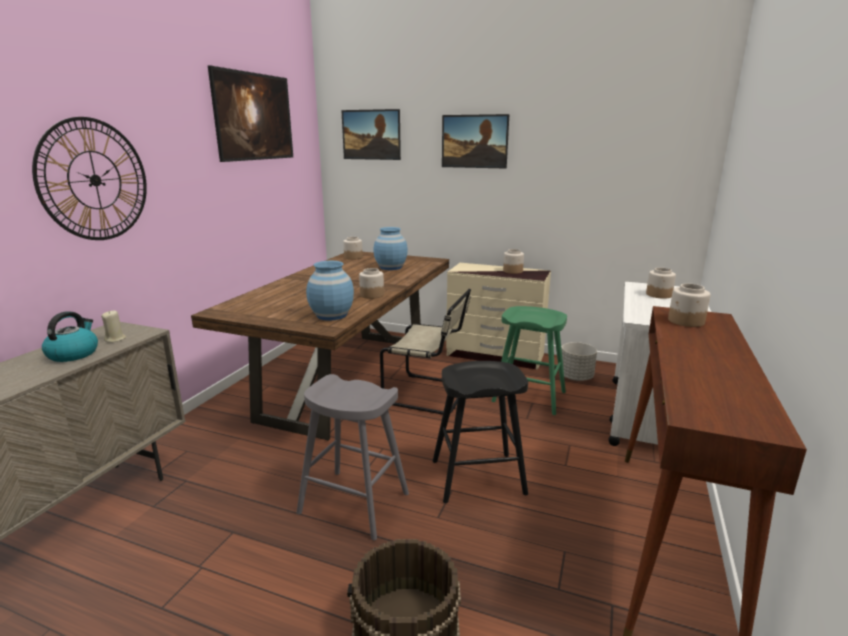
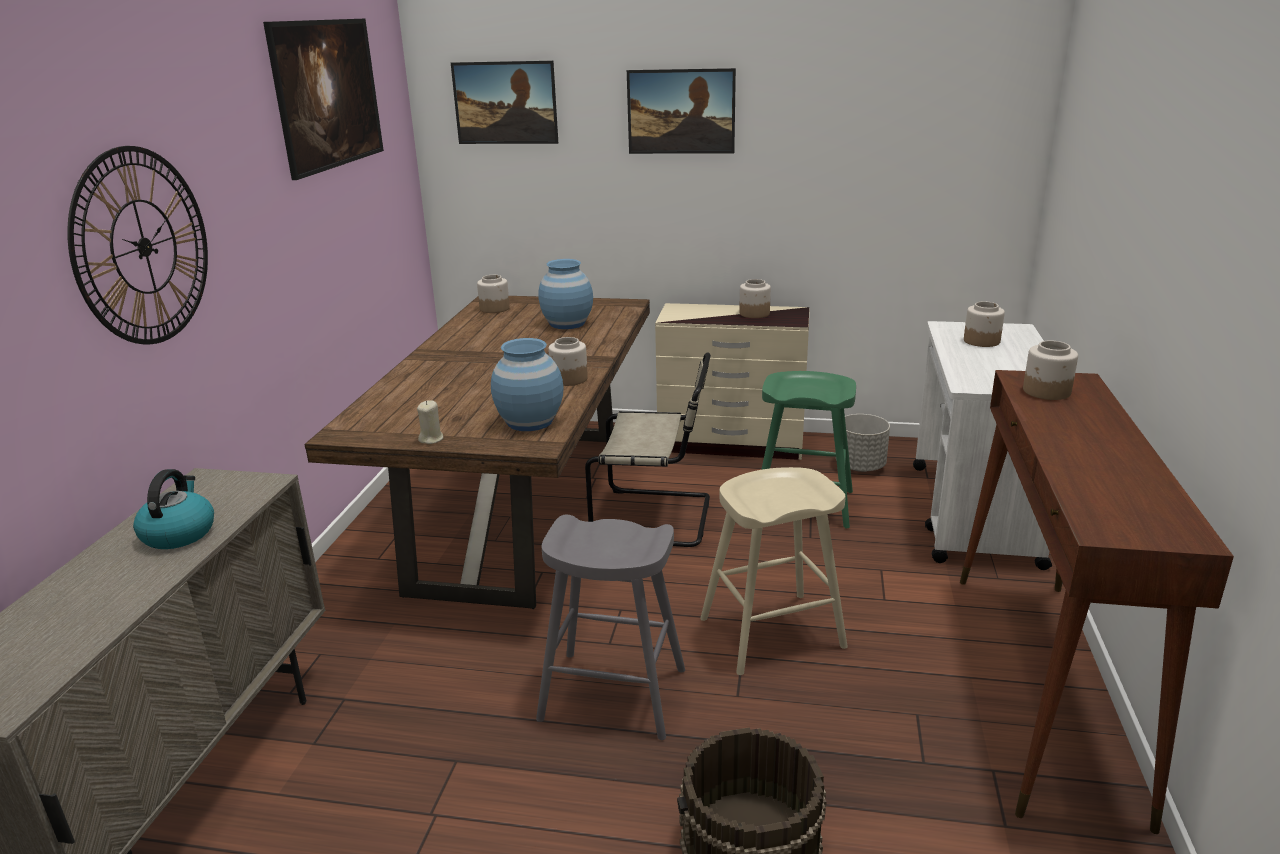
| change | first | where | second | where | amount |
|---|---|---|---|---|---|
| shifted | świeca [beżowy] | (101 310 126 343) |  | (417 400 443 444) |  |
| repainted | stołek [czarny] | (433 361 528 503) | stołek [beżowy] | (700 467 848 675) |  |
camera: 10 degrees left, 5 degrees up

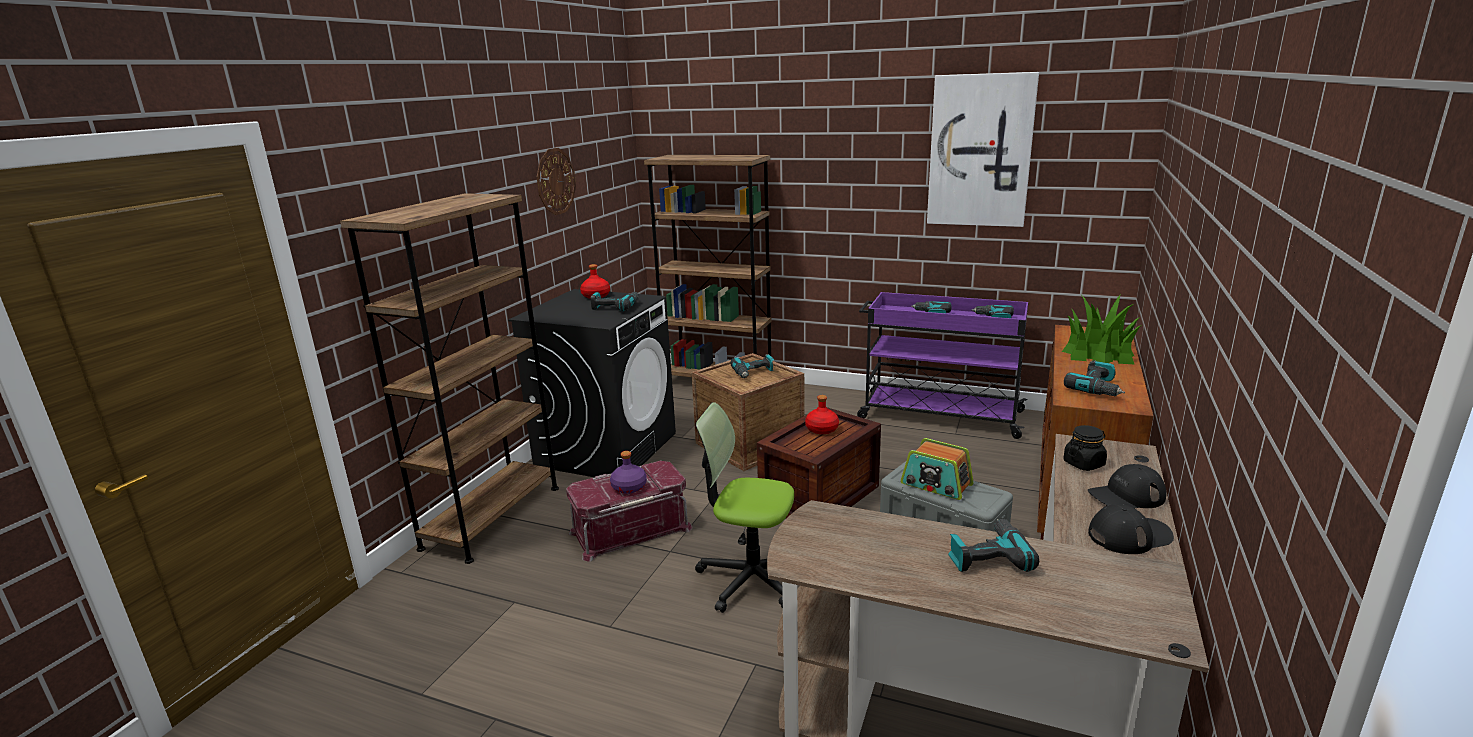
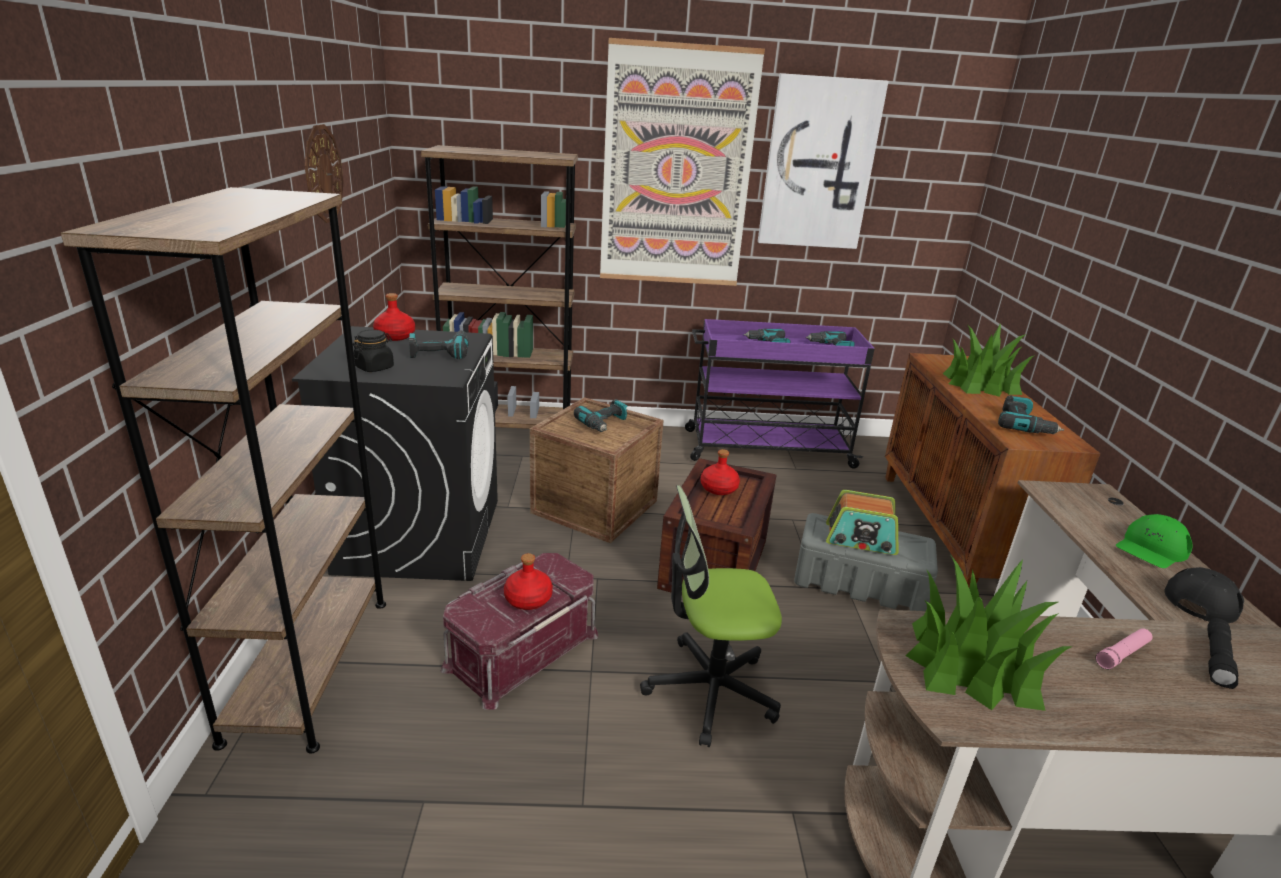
| change | first | where | second | where | amount |
|---|---|---|---|---|---|
| repainted | butelka [fioletowy] | (610 451 647 494) | butelka [czerwony] | (504 553 553 610) |  |
| swapped | wiertarka | (948 519 1039 572) | latarka [różowy] | (1095 628 1153 669) |  |
| shifted | słoik [czarny] | (1063 425 1107 471) |  | (353 330 394 372) |  |
| repainted | czapka z daszkiem [czarny] | (1088 464 1166 508) | czapka z daszkiem [zielony] | (1116 514 1192 568) |  |
| new |  |  | obraz | (600 38 765 286) |  |
| new |  |  | roślina doniczkowa | (906 556 1073 711) |  |
| new |  |  | latarka [czarny] | (1207 618 1238 689) |  |
camera: 25 degrees left, 5 degrees up

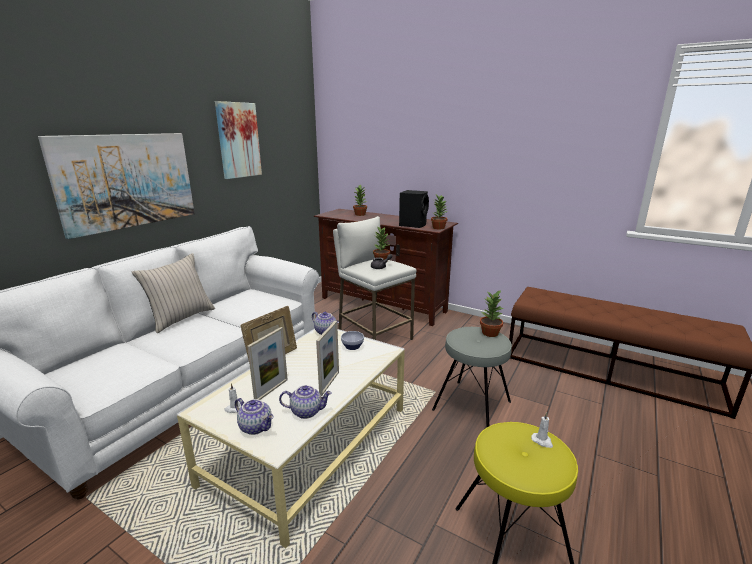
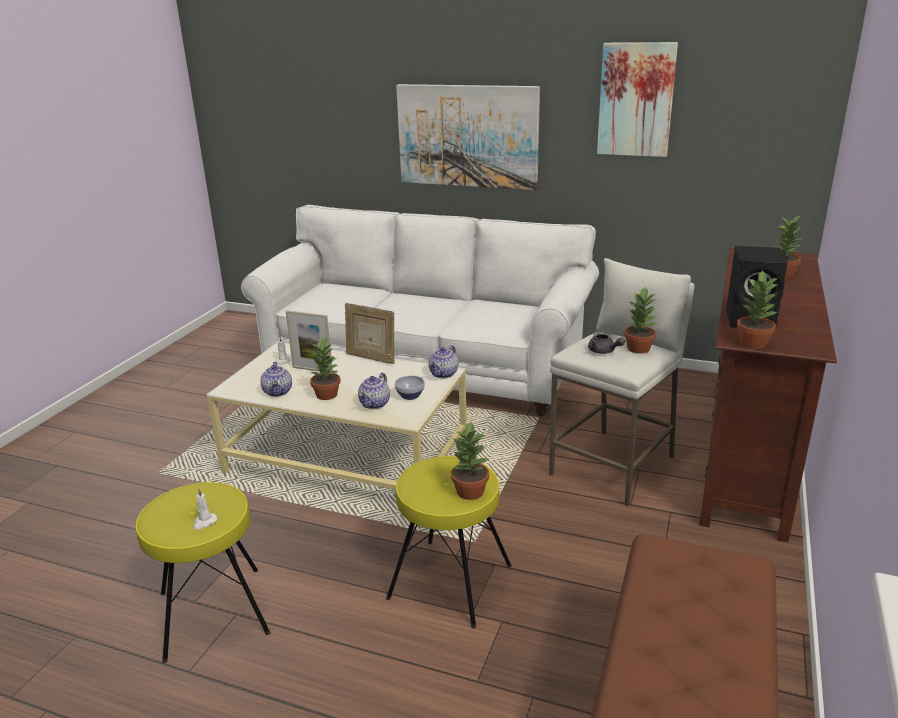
| change | first | where | second | where | amount |
|---|---|---|---|---|---|
| gone | poduszka [beżowy] | (132 253 215 333) |  |  |  |
| shifted | imbryk | (235 398 274 435) |  | (358 373 390 409) |  |
| swapped | ramka na zdjęcie | (316 321 339 396) | roślina doniczkowa | (310 336 341 400) |  |
| repainted | stołek [szary] | (432 327 512 427) | stołek [żółty] | (386 456 512 628) |  |
camera: 80 degrees right, 5 degrees up

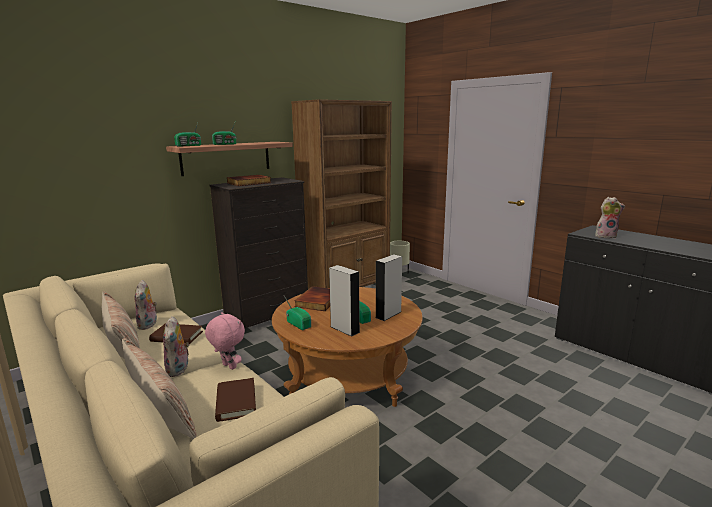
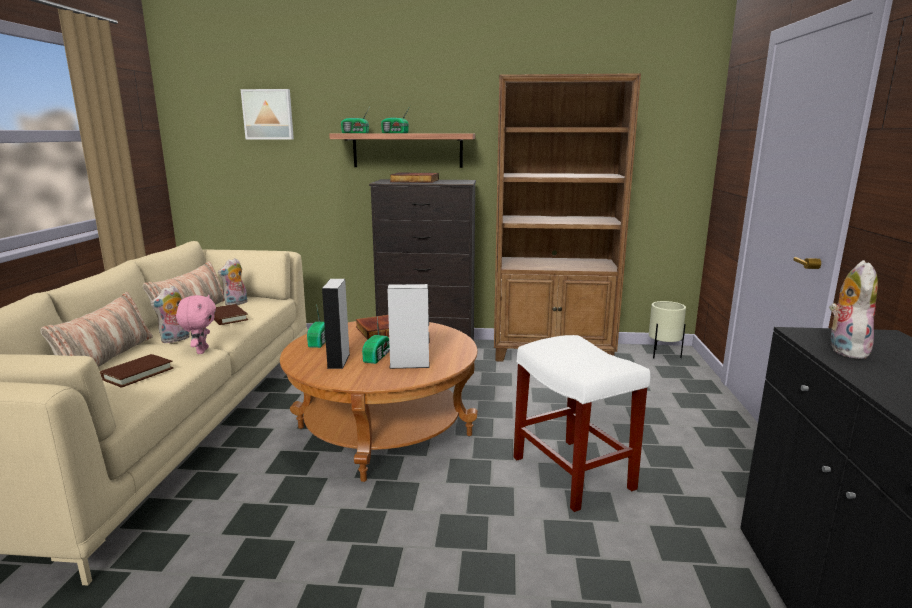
| change | first | where | second | where | amount |
|---|---|---|---|---|---|
| rotated | pluszak | (595 197 625 238) |  | (829 260 878 359) | 120 degrees counterclockwise |
| new |  |  | obraz | (241 89 294 140) |  |
| new |  |  | stołek [biały] | (513 335 650 512) |  |
camera: 45 degrees right, 0 degrees up

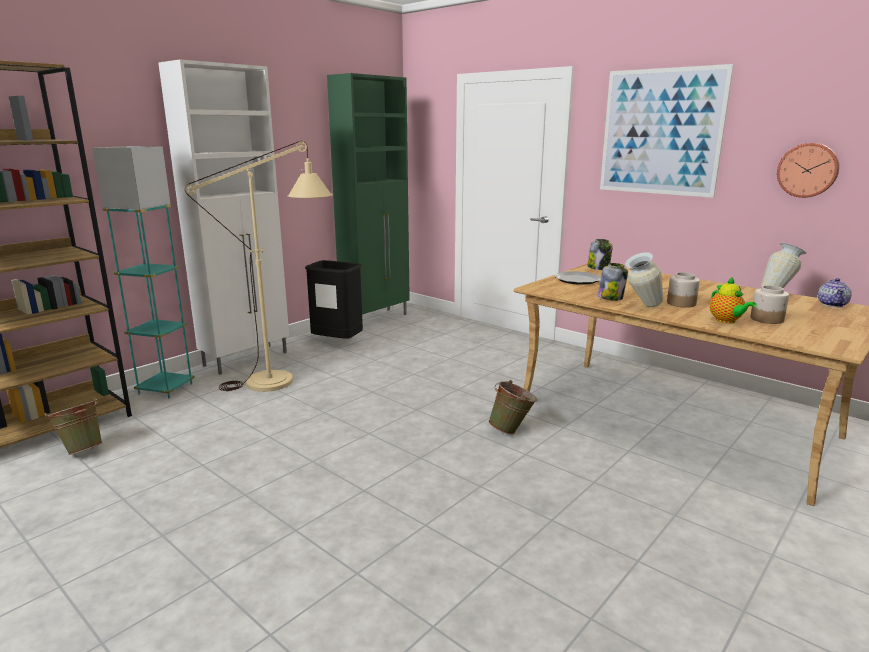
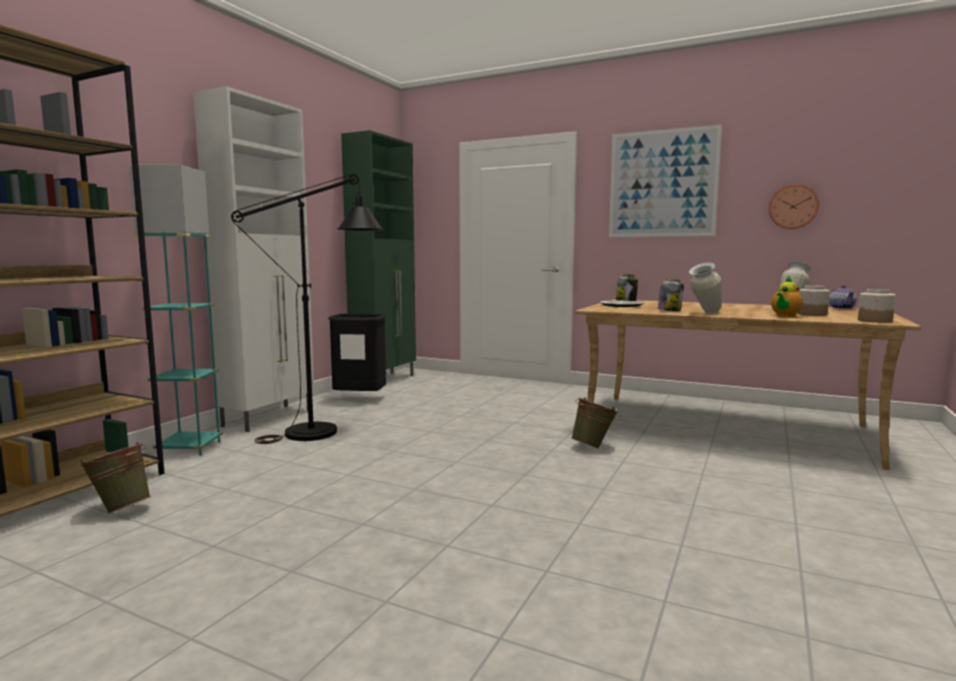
| change | first | where | second | where | amount |
|---|---|---|---|---|---|
| repainted | lampa stojąca [beżowy] | (185 141 333 392) | lampa stojąca [czarny] | (231 174 383 444) |  |
| shifted | słoik | (667 272 700 308) |  | (858 289 895 323) |  |
| rotated | imbryk | (710 277 757 323) |  | (771 276 803 317) | 75 degrees clockwise |
camera: 15 degrees left, 10 degrees down

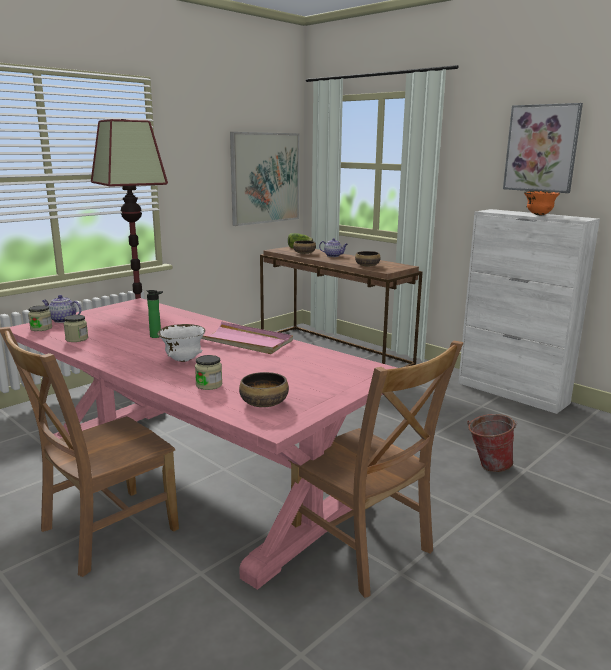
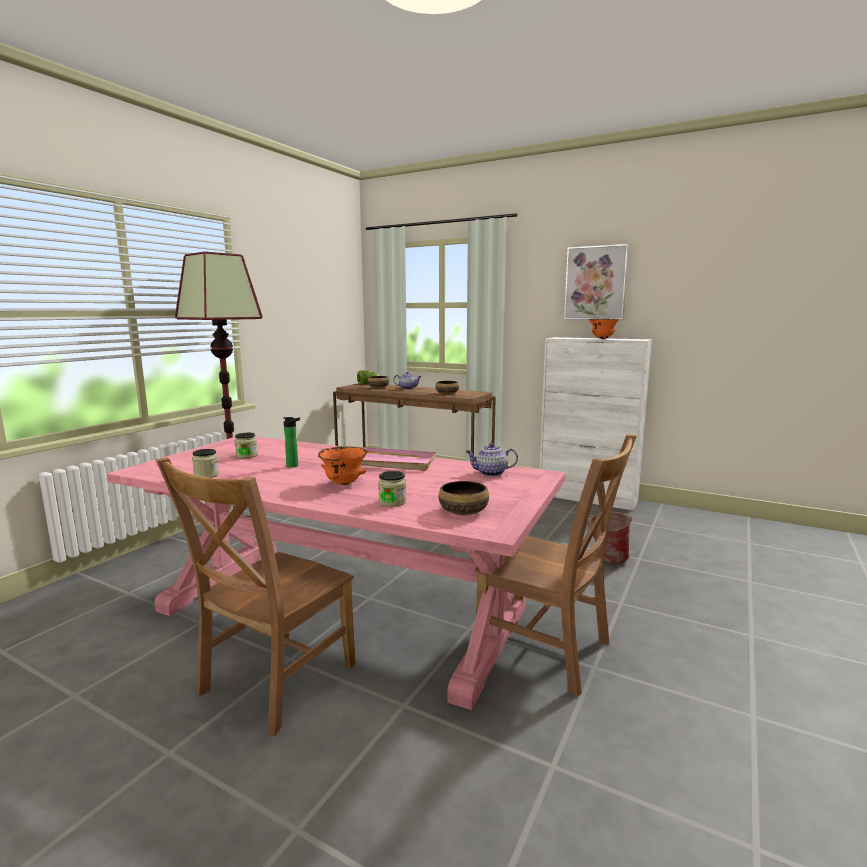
| change | first | where | second | where | amount |
|---|---|---|---|---|---|
| shifted | słoik | (28 305 52 331) |  | (235 433 258 459) |  |
| shifted | imbryk | (42 295 81 323) |  | (466 443 518 476) |  |
| repainted | miska [biały] | (157 324 206 362) | miska [pomarańczowy] | (318 446 367 485) |  |
| gone | obraz | (230 132 299 226) |  |  |  |
camera: 15 degrees left, 5 degrees down

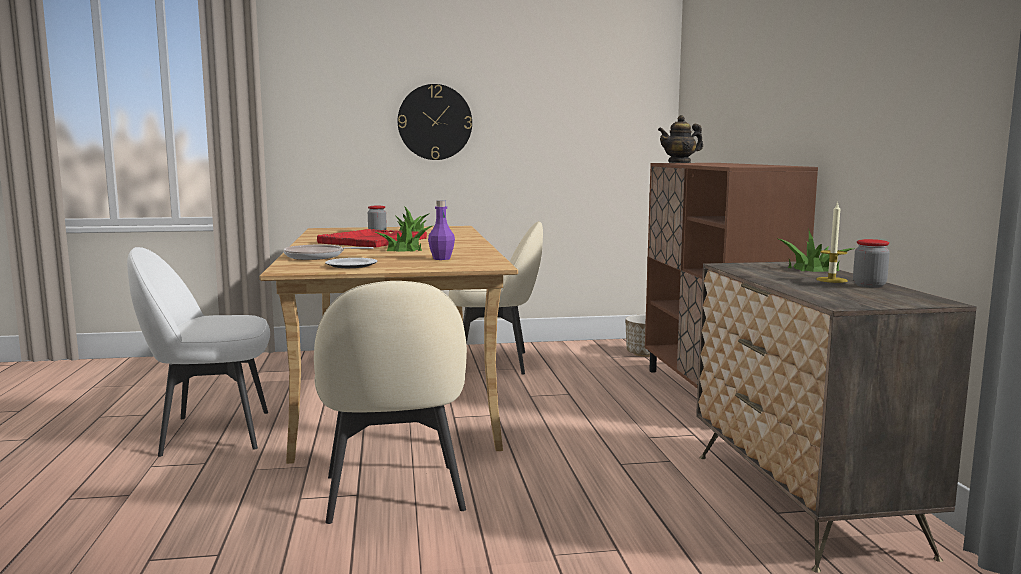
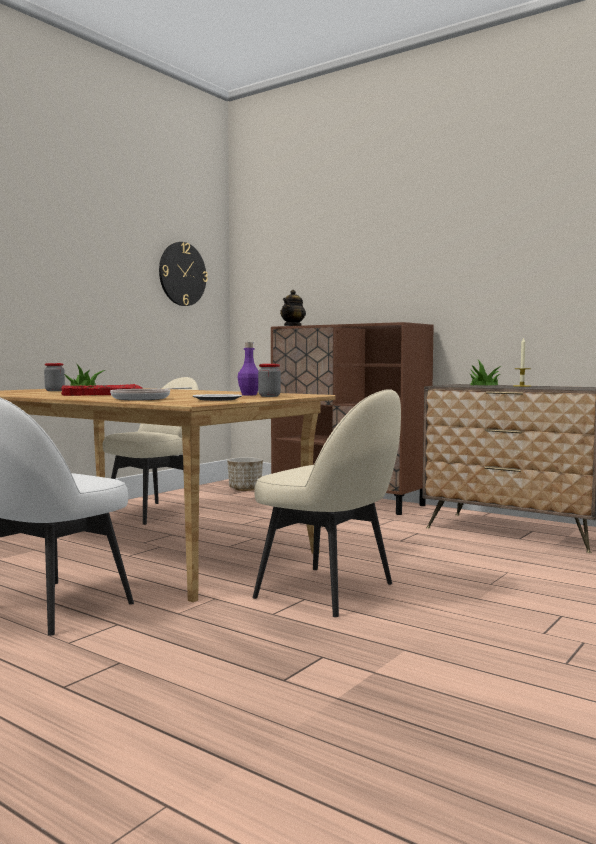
| change | first | where | second | where | amount |
|---|---|---|---|---|---|
| gone | roślina doniczkowa | (375 219 432 252) |  |  |  |
| shifted | zegar ścienny | (398 84 472 160) |  | (159 242 208 306) |  |
| shifted | słoik | (853 239 890 288) |  | (258 364 281 397) |  |
camera: 45 degrees left, 5 degrees down

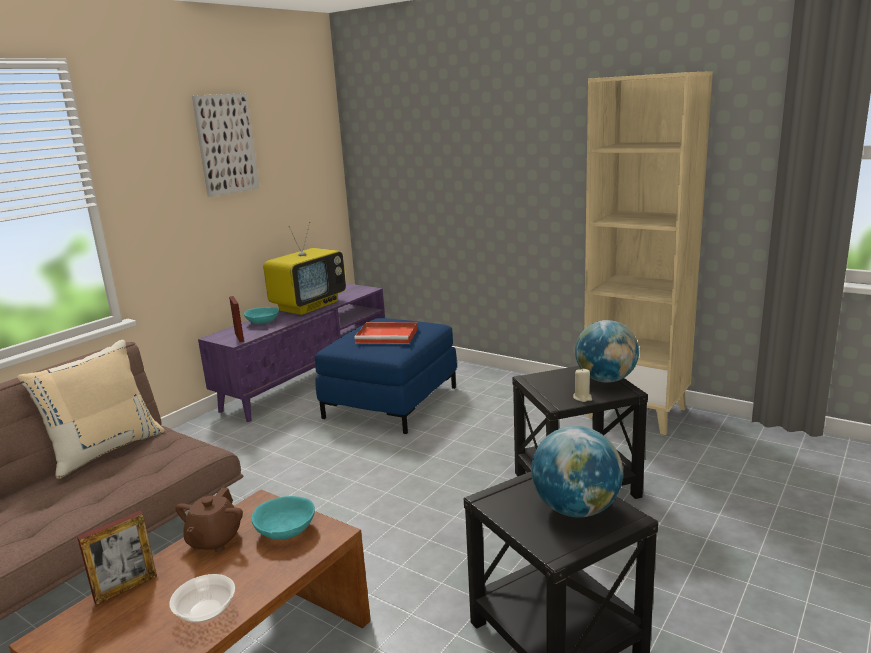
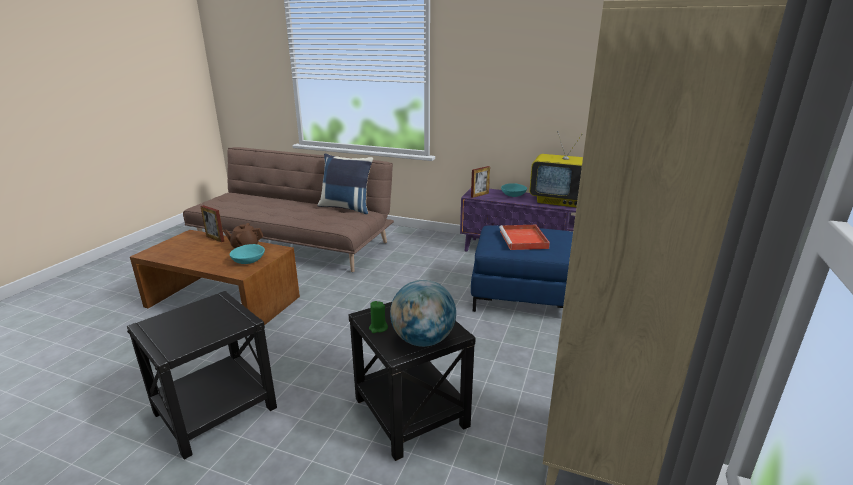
| change | first | where | second | where | amount |
|---|---|---|---|---|---|
| repainted | poduszka [beżowy] | (17 340 164 479) | poduszka [niebieski] | (317 153 373 214) |  |
| gone | miska | (169 574 235 623) |  |  |  |
| gone | obraz | (192 93 259 197) |  |  |  |
| gone | globus | (532 426 623 518) |  |  |  |
| repainted | świeca [beżowy] | (573 369 592 402) | świeca [zielony] | (369 301 388 333) |  |
camera: 75 degrees right, 5 degrees up

